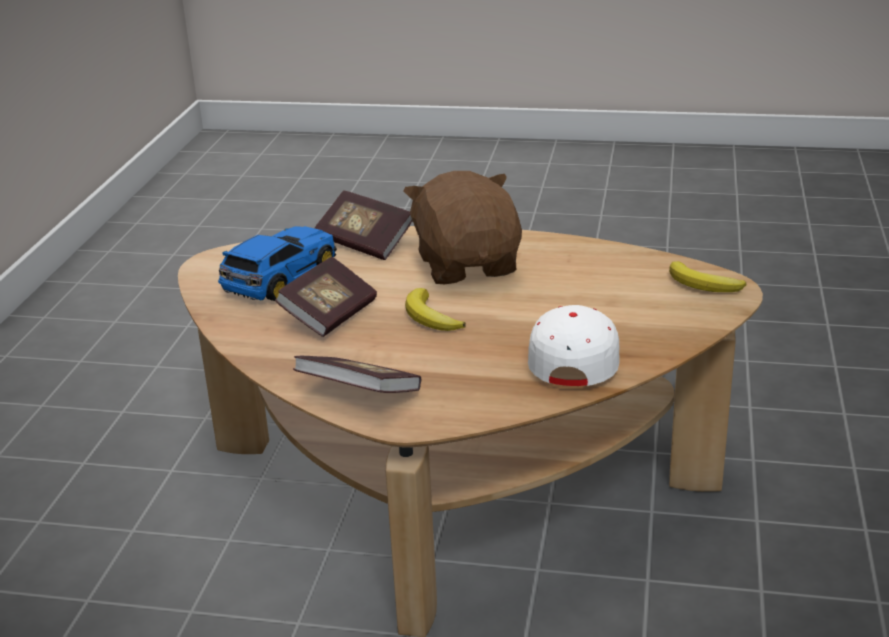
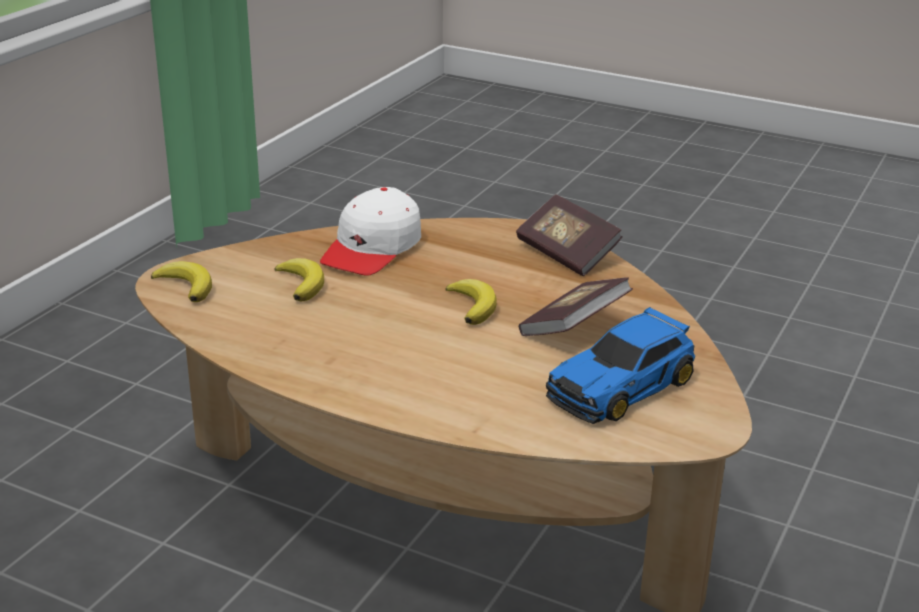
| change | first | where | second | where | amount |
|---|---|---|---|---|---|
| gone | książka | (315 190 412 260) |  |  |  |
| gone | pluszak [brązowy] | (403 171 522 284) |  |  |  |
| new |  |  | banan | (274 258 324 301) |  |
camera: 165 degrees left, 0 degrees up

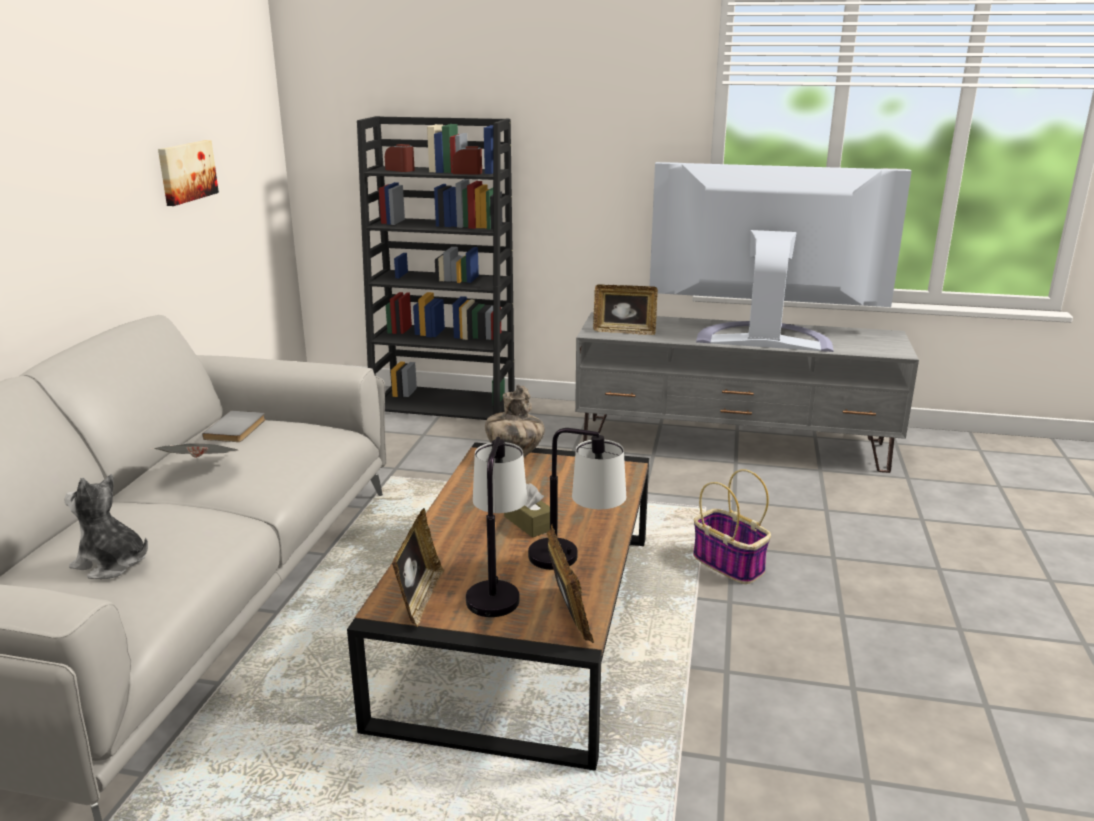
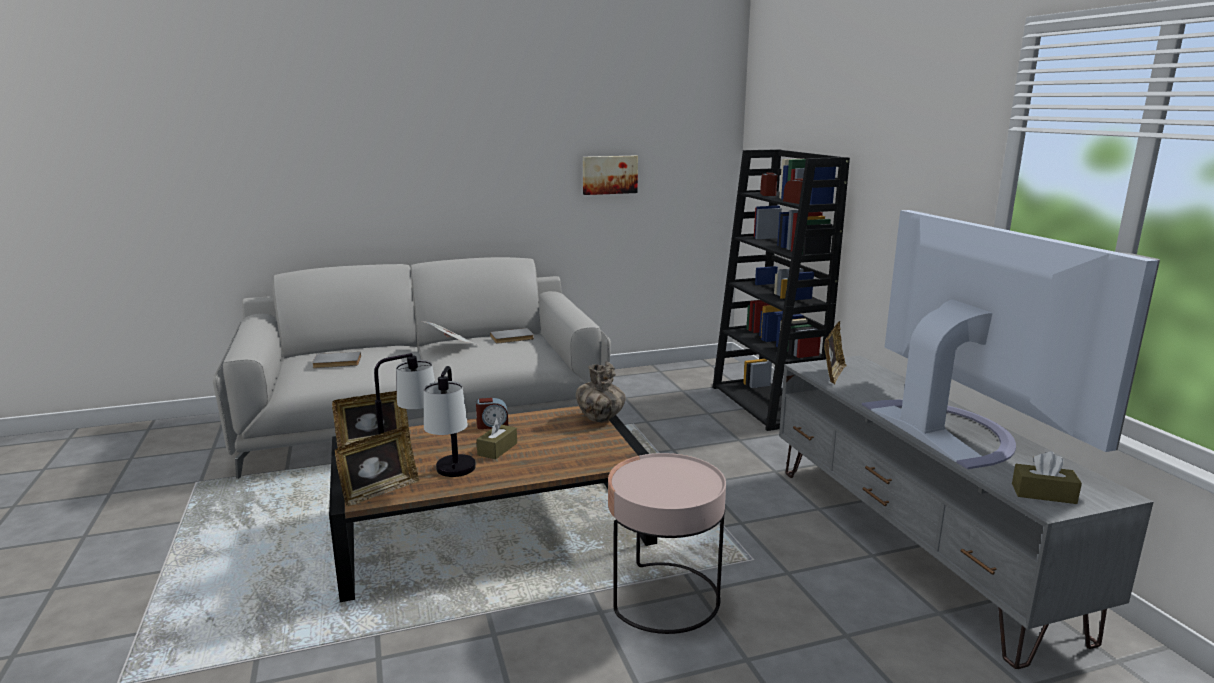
| change | first | where | second | where | amount |
|---|---|---|---|---|---|
| swapped | pluszak | (65 474 148 579) | książka [szary] | (312 352 361 368) |  |
| rotated | ramka na zdjęcie | (593 285 658 335) |  | (824 321 847 385) | 135 degrees counterclockwise |
| swapped | koszyk | (693 469 771 584) | stolik [różowy] | (608 453 726 634) |  |
| new |  |  | budzik | (476 398 508 429) |  |
| new |  |  | pudełko chusteczek [brązowy] | (1012 451 1082 504) |  |
camera: 60 degrees right, 5 degrees down

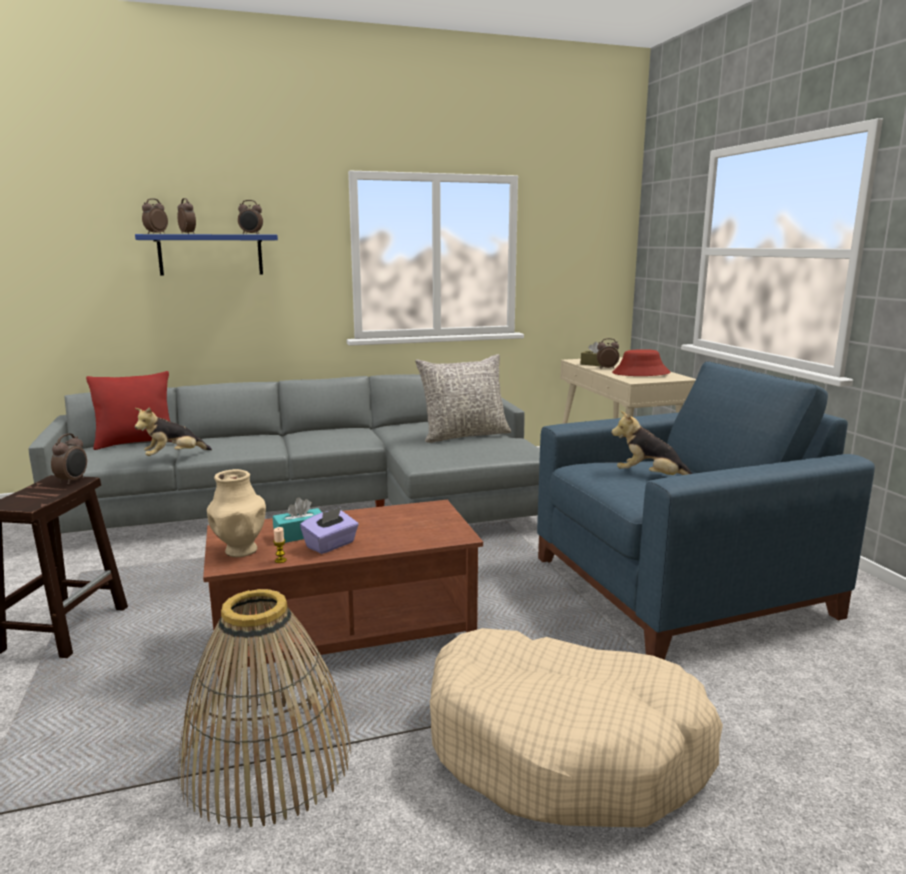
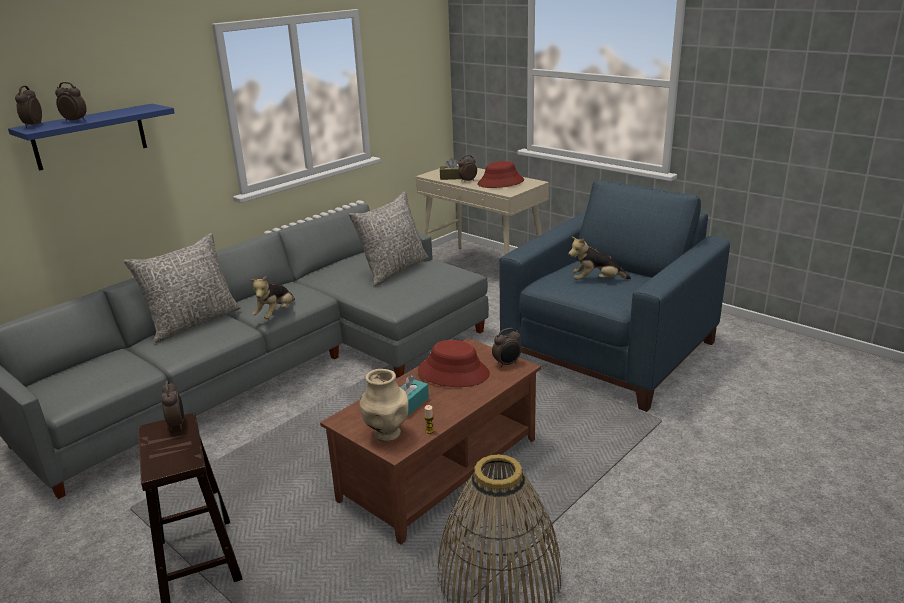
| change | first | where | second | where | amount |
|---|---|---|---|---|---|
| gone | poduszka [czerwony] | (86 371 172 450) |  |  |  |
| shifted | pluszak | (135 407 212 456) |  | (250 276 295 319) |  |
| shifted | budzik | (238 200 263 234) |  | (492 328 521 368) |  |
| gone | pudełko chusteczek [fioletowy] | (300 507 359 554) |  |  |  |
| gone | legowisko [beżowy] | (430 628 723 827) |  |  |  |
| new |  |  | poduszka [szary] | (124 233 241 343) |  |
| new |  |  | kapelusz [czerwony] | (418 340 490 387) |  |
camera: 30 degrees left, 10 degrees up

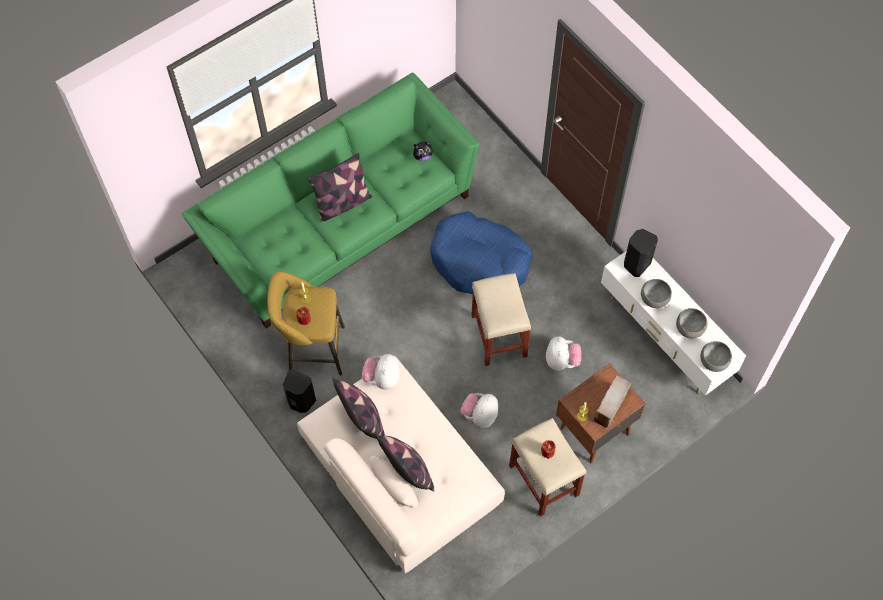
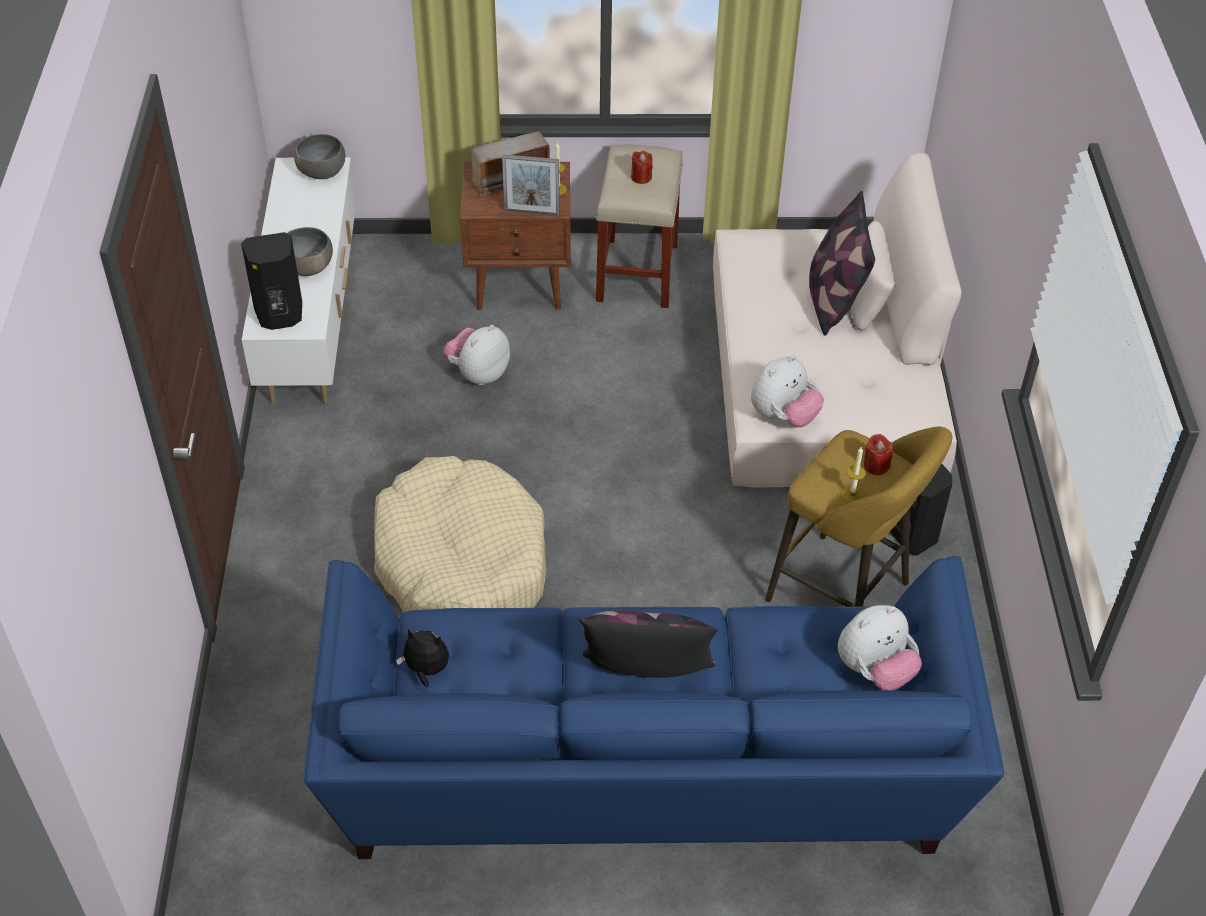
| change | first | where | second | where | amount |
|---|---|---|---|---|---|
| repainted | kanapa [zielony] | (182 73 479 328) | kanapa [niebieski] | (304 556 1004 859) |  |
| gone | poduszka | (332 378 385 439) |  |  |  |
| repainted | legowisko [niebieski] | (430 212 532 294) | legowisko [beżowy] | (374 456 546 612) |  |
| shifted | pluszak | (461 393 498 428) |  | (838 605 922 691) |  |
| gone | stołek [beżowy] | (471 273 531 366) |  |  |  |
| gone | miska [szary] | (676 308 708 339) |  |  |  |
| new |  |  | ramka na zdjęcie | (502 154 560 215) |  |
camera: 145 degrees left, 15 degrees down

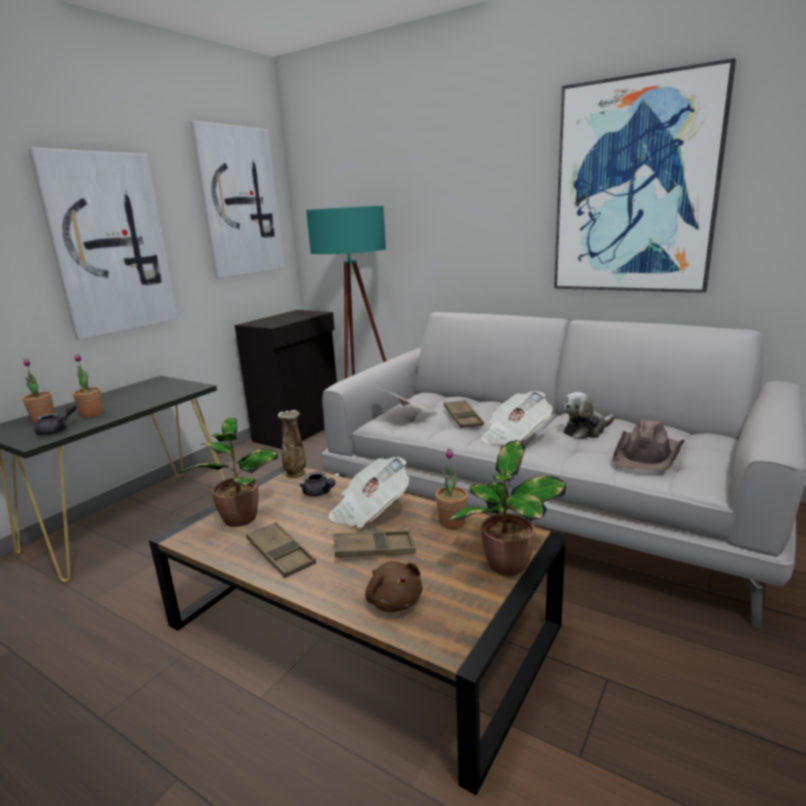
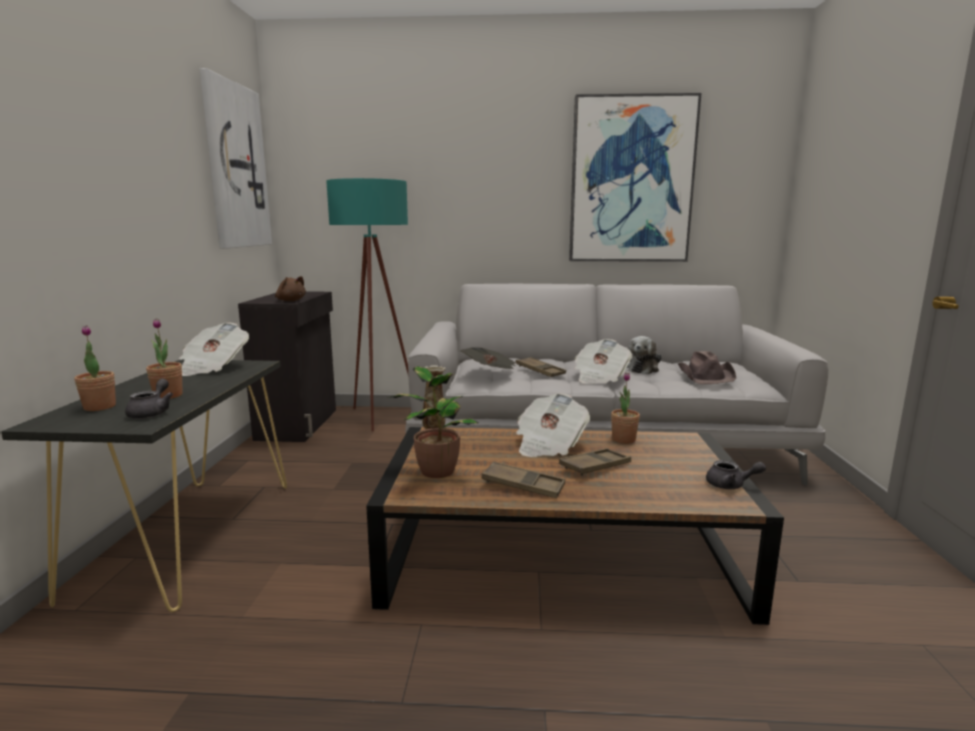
| change | first | where | second | where | amount |
|---|---|---|---|---|---|
| gone | obraz | (28 148 178 340) |  |  |  |
| shifted | imbryk [szary] | (300 472 335 497) |  | (706 460 766 489) |  |
| shifted | pluszak [brązowy] | (365 561 423 612) |  | (275 276 306 301) |  |
| gone | roślina doniczkowa | (449 440 566 576) |  |  |  |
| new |  |  | gazeta | (179 323 249 376) |  |
camera: 30 degrees left, 5 degrees down

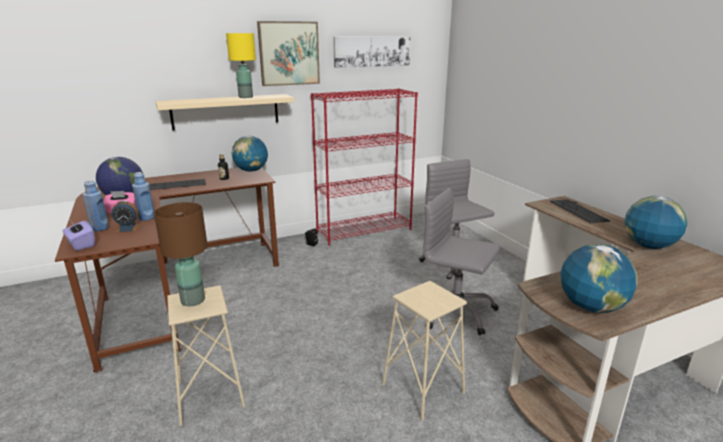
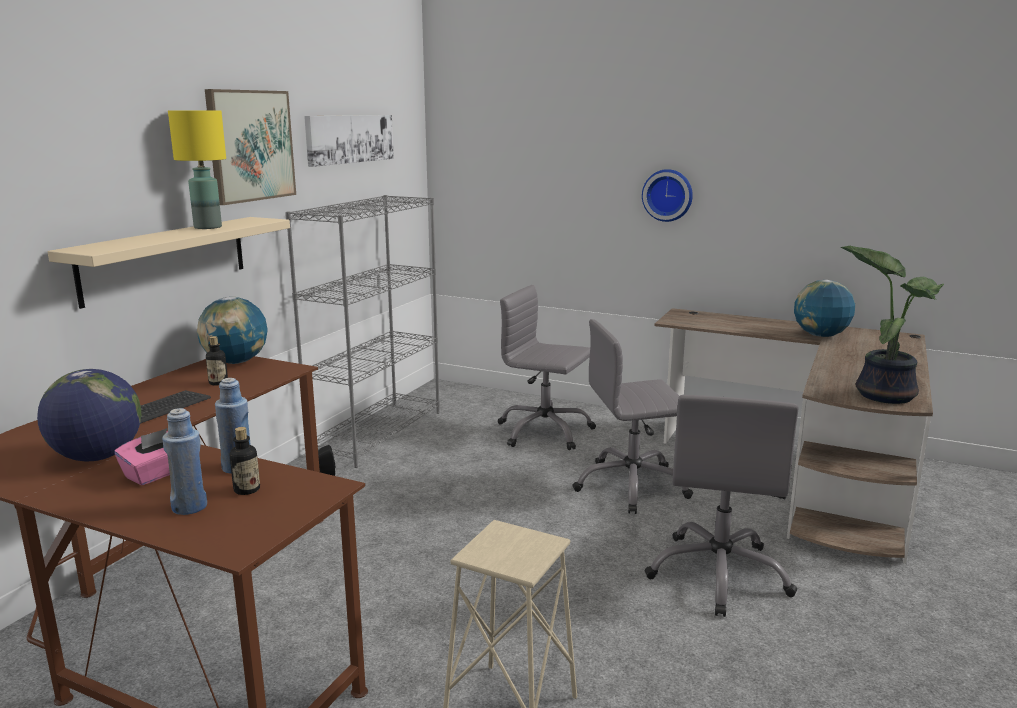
| change | first | where | second | where | amount |
|---|---|---|---|---|---|
| gone | pudełko chusteczek [fioletowy] | (62 221 95 251) |  |  |  |
| swapped | budzik | (111 201 141 233) | butelka | (230 427 260 495) |  |
| gone | lampa stołowa [brązowy] | (154 202 208 306) |  |  |  |
| repainted | regał [czerwony] | (311 88 418 246) | regał [szary] | (285 195 440 468) |  |
| swapped | stołek [beżowy] | (382 281 467 421) | krzesło biurowe [szary] | (644 395 799 617) |  |
| gone | klawiatura | (550 199 610 223) |  |  |  |
| swapped | globus | (560 244 638 313) | roślina doniczkowa | (841 246 944 404) |  |
| new |  |  | zegar ścienny | (642 169 693 222) |  |
camera: 40 degrees left, 5 degrees down

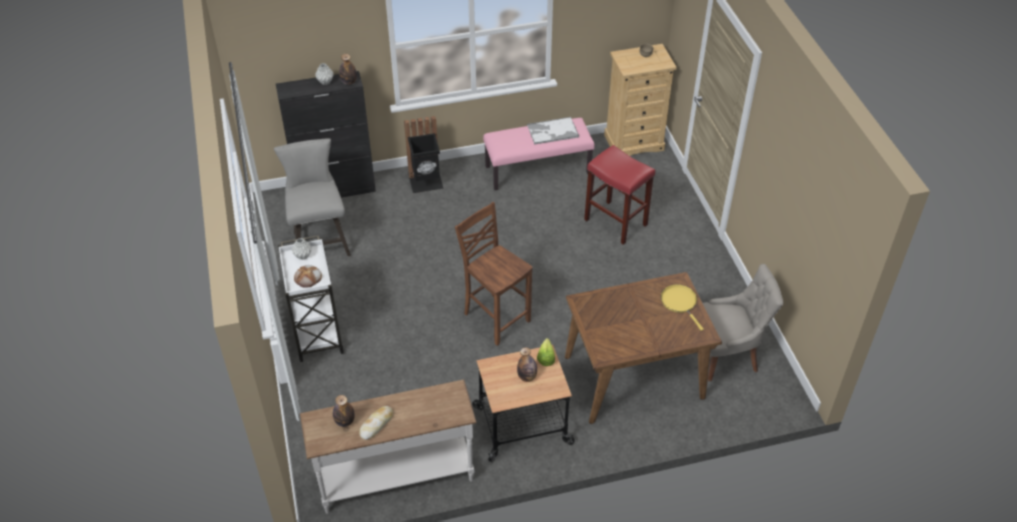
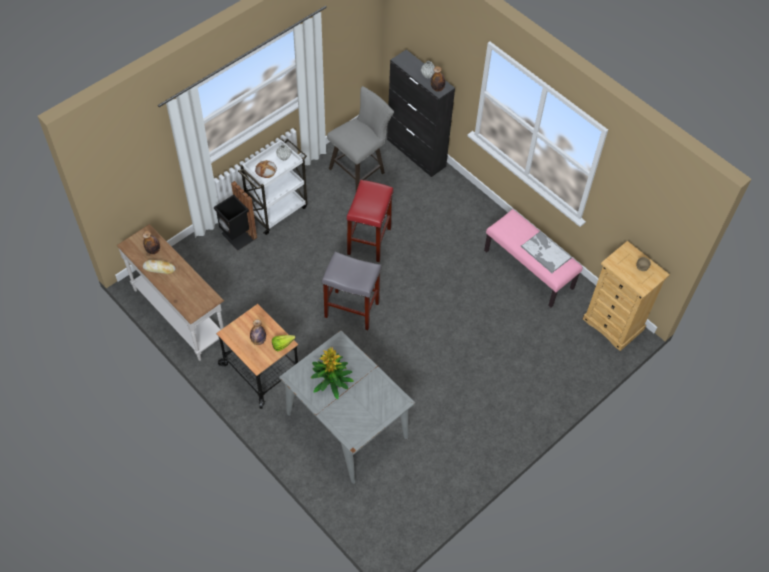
| change | first | where | second | where | amount |
|---|---|---|---|---|---|
| shifted | kosz na śmieci [czarny] | (404 116 444 193) |  | (214 181 257 251) |  |
| swapped | krzesło [brązowy] | (455 202 533 346) | stołek [szary] | (322 252 381 330) |  |
| repainted | stół jadalny [brązowy] | (565 272 722 424) | stół jadalny [szary] | (279 330 415 484) |  |
| shifted | stołek [czerwony] | (584 145 655 245) |  | (347 180 393 262) |  |
| gone | patelnia [żółty] | (661 284 704 331) |  |  |  |
| gone | krzesło [szary] | (703 264 784 381) |  |  |  |
| new |  |  | roślina doniczkowa | (311 347 353 399) |  |
camera: 60 degrees right, 10 degrees up

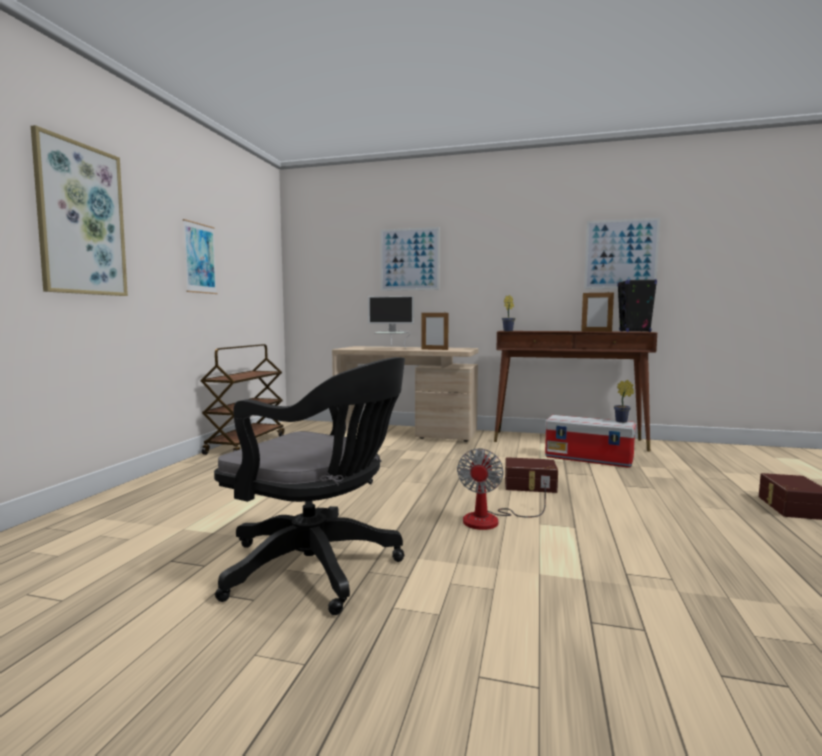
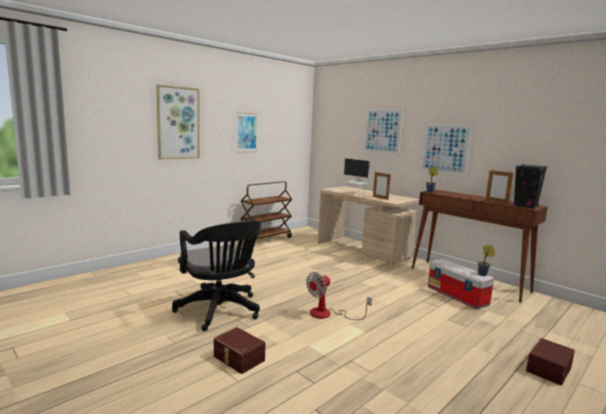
| change | first | where | second | where | amount |
|---|---|---|---|---|---|
| shifted | pojemnik do przechowywania [brązowy] | (505 457 558 493) |  | (214 327 265 374) |  |
| shifted | obraz | (584 218 660 289) |  | (421 124 472 175) |  |
camera: 30 degrees right, 5 degrees up

